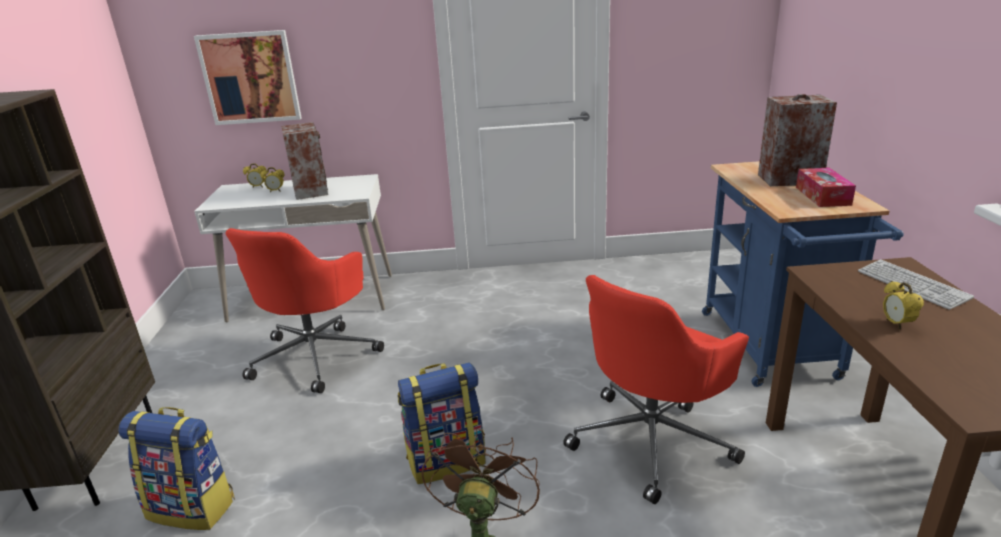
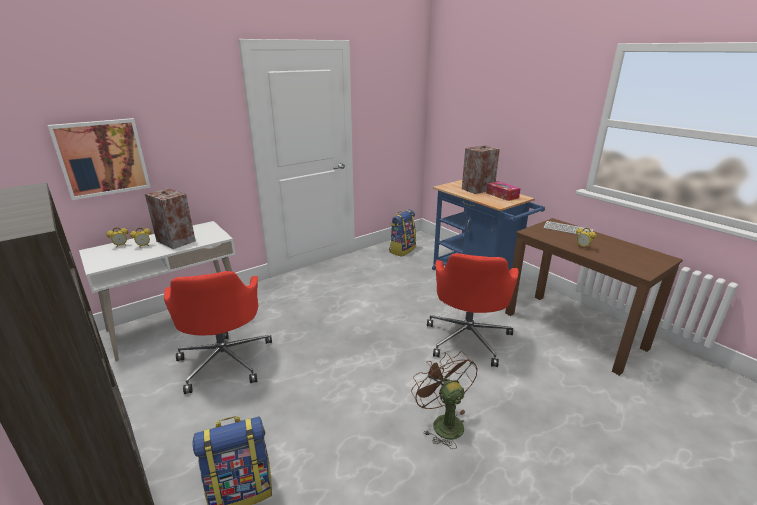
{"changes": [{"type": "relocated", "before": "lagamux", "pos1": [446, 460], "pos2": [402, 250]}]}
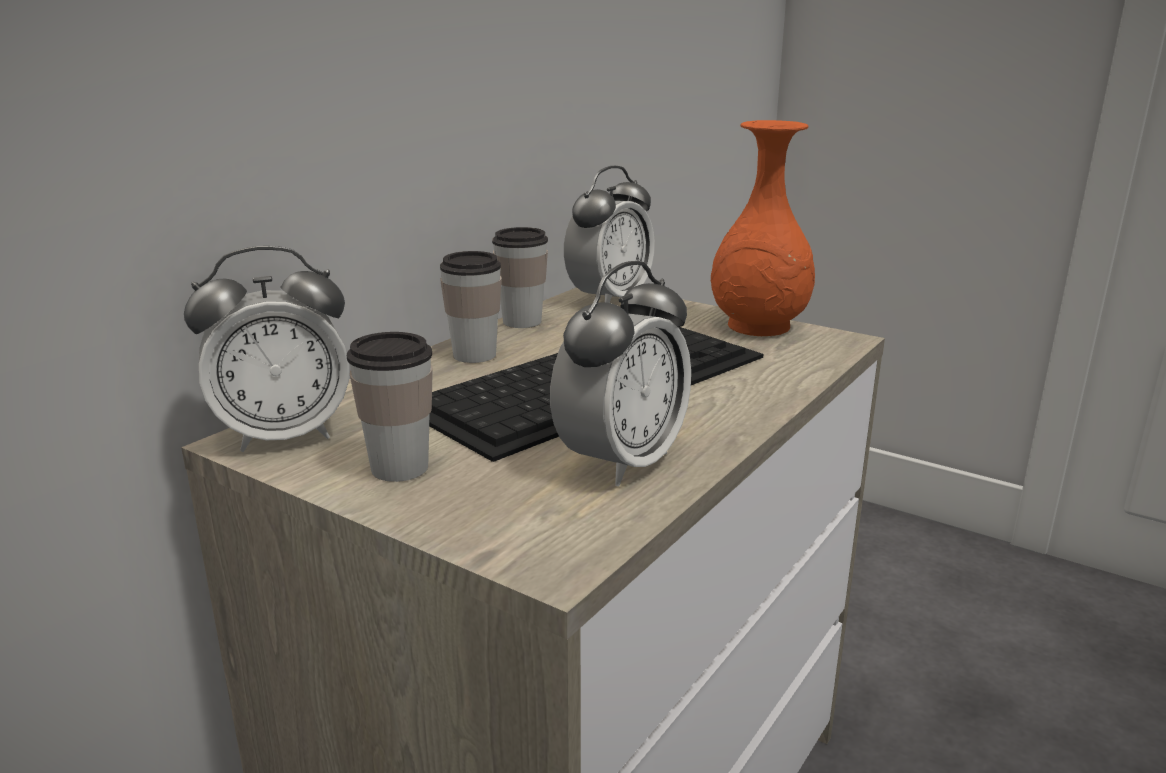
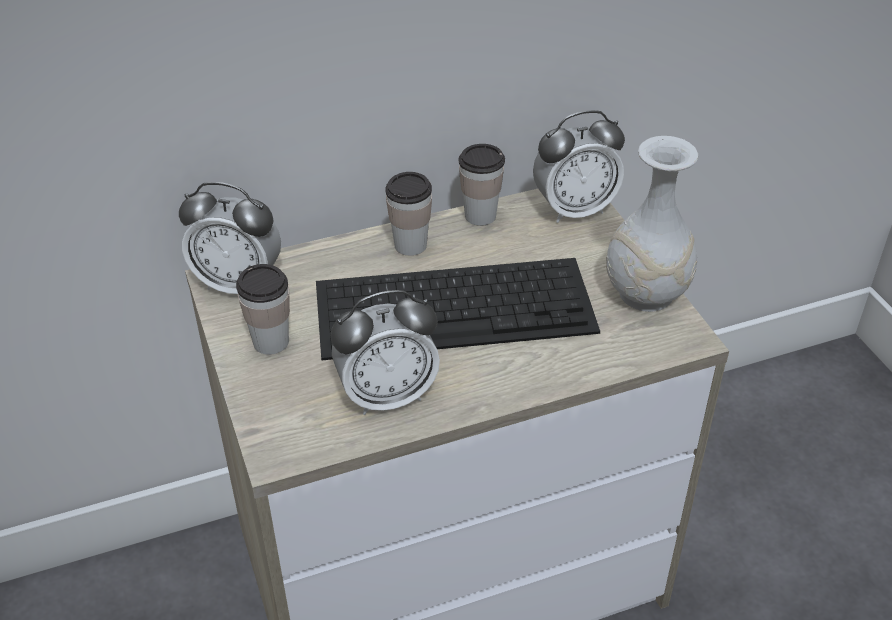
{"changes": [{"type": "colour", "before": "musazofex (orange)", "after": "musazofex (white)", "pos1": [758, 326], "pos2": [645, 294]}]}
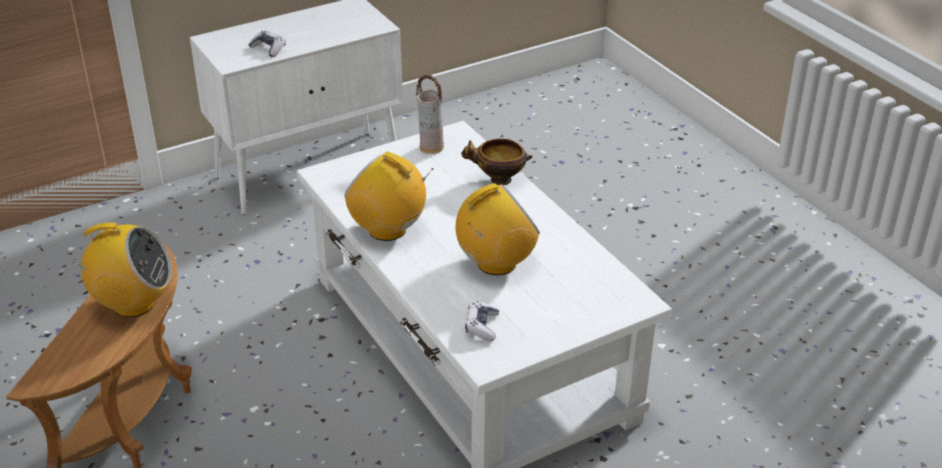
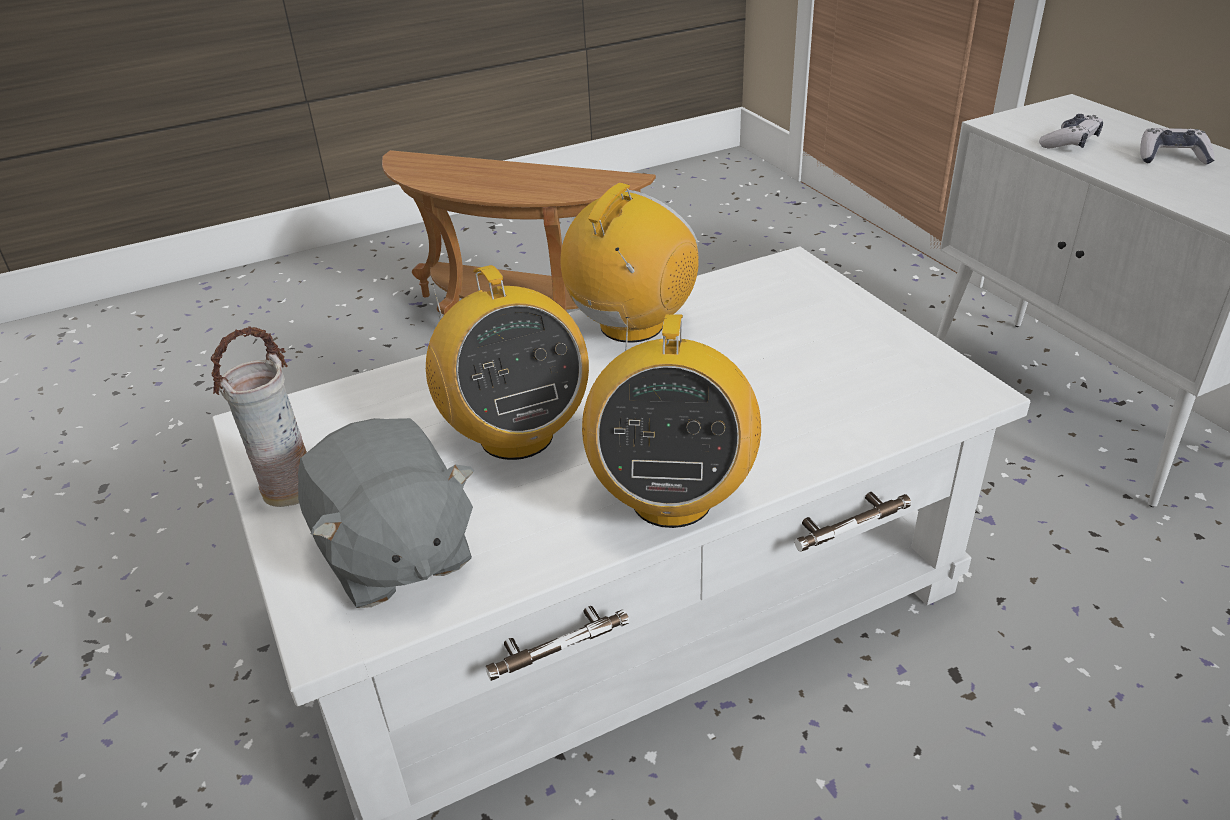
{"changes": [{"type": "relocated", "before": "musazofex", "pos1": [431, 148], "pos2": [288, 489]}, {"type": "appeared", "after": "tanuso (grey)", "pos2": [394, 554]}, {"type": "relocated", "before": "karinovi", "pos1": [133, 304], "pos2": [671, 499]}, {"type": "relocated", "before": "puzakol", "pos1": [482, 326], "pos2": [1171, 157]}, {"type": "missing", "before": "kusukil", "pos1": [498, 180]}]}
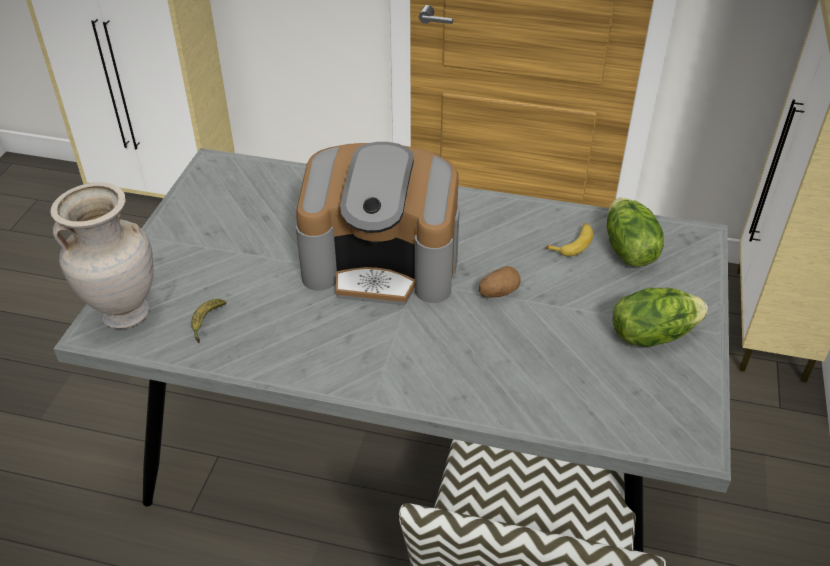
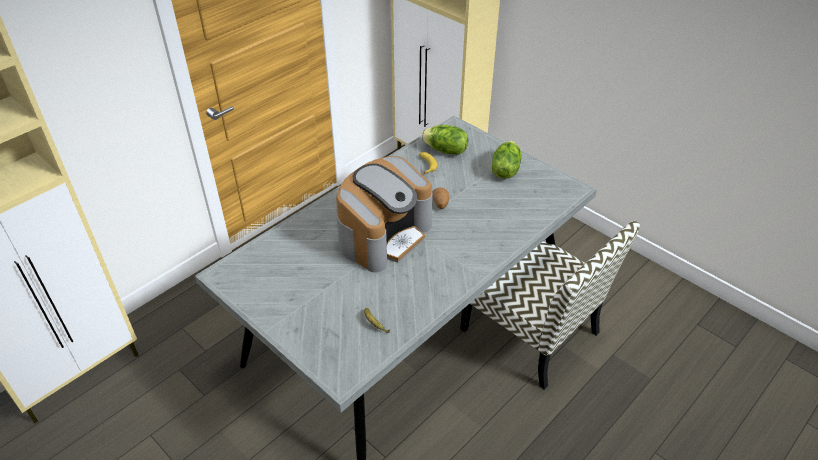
{"changes": [{"type": "missing", "before": "musazofex (beige)", "pos1": [125, 313]}]}
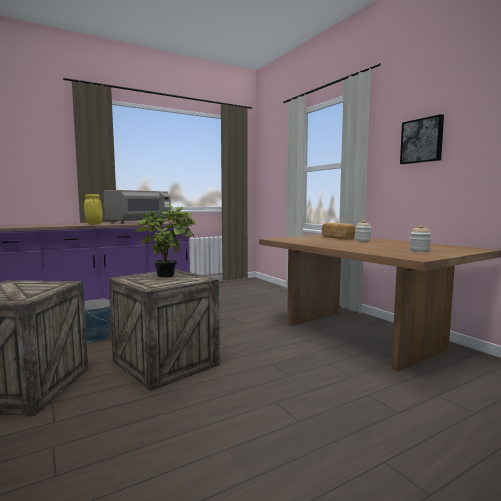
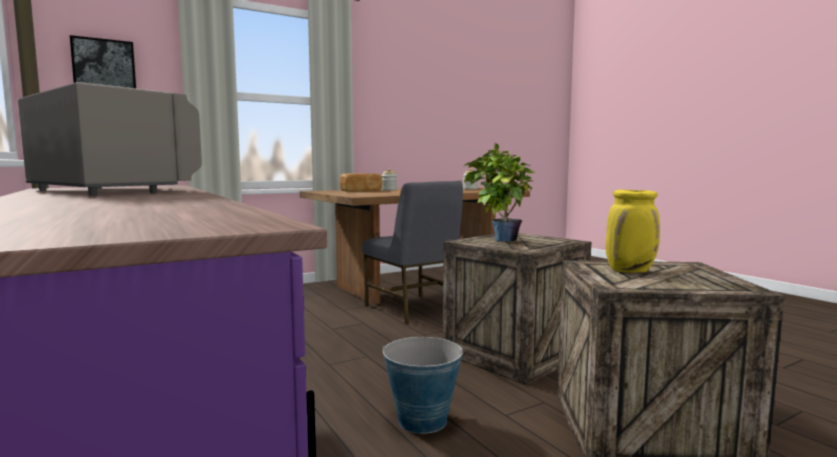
{"changes": [{"type": "relocated", "before": "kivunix", "pos1": [422, 141], "pos2": [104, 67]}, {"type": "appeared", "after": "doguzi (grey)", "pos2": [413, 309]}, {"type": "relocated", "before": "musazofex (yellow)", "pos1": [94, 224], "pos2": [630, 271]}]}
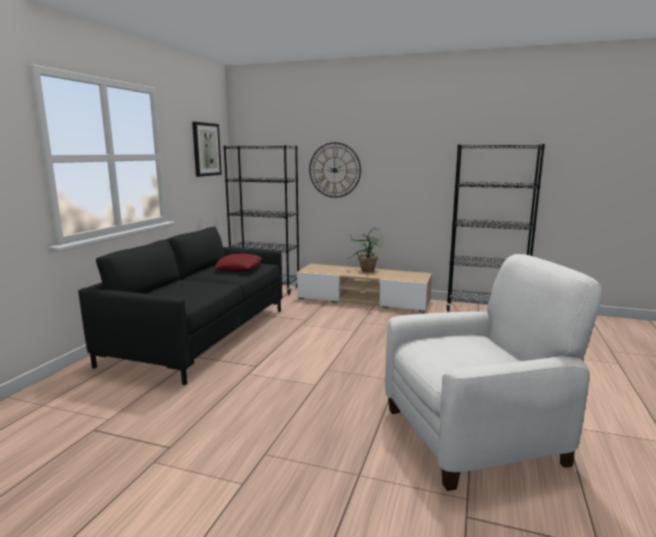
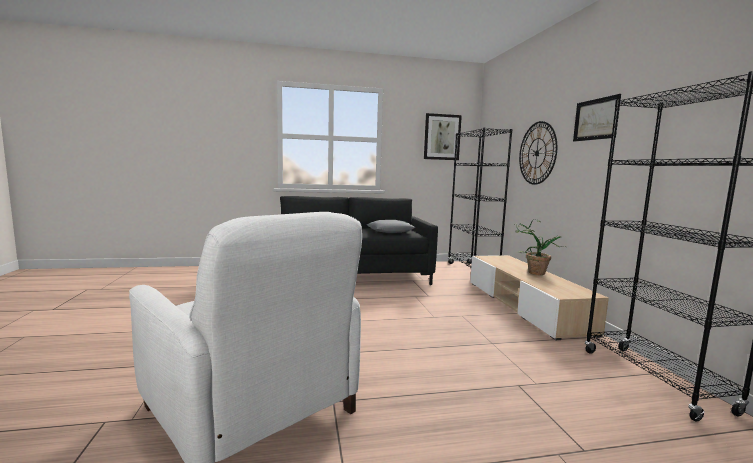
{"changes": [{"type": "colour", "before": "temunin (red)", "after": "temunin (grey)", "pos1": [239, 267], "pos2": [390, 231]}, {"type": "appeared", "after": "kivunix", "pos2": [596, 119]}]}
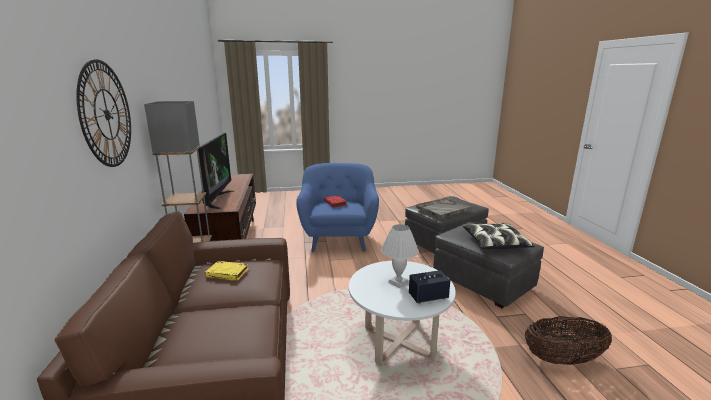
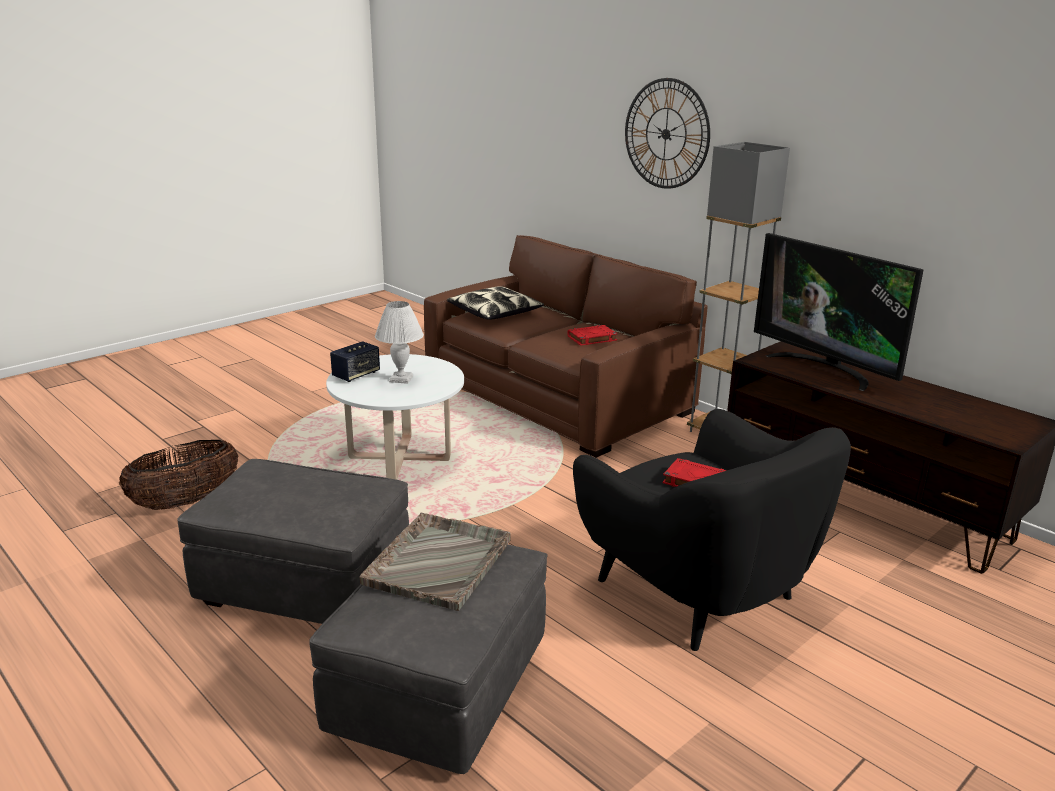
{"changes": [{"type": "relocated", "before": "temunin", "pos1": [495, 243], "pos2": [495, 313]}, {"type": "colour", "before": "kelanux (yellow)", "after": "kelanux (red)", "pos1": [228, 273], "pos2": [591, 338]}, {"type": "colour", "before": "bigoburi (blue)", "after": "bigoburi (black)", "pos1": [339, 239], "pos2": [698, 592]}]}
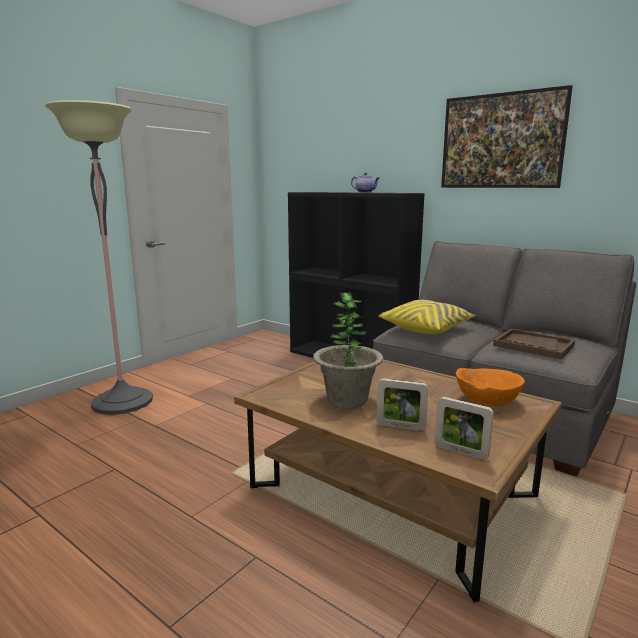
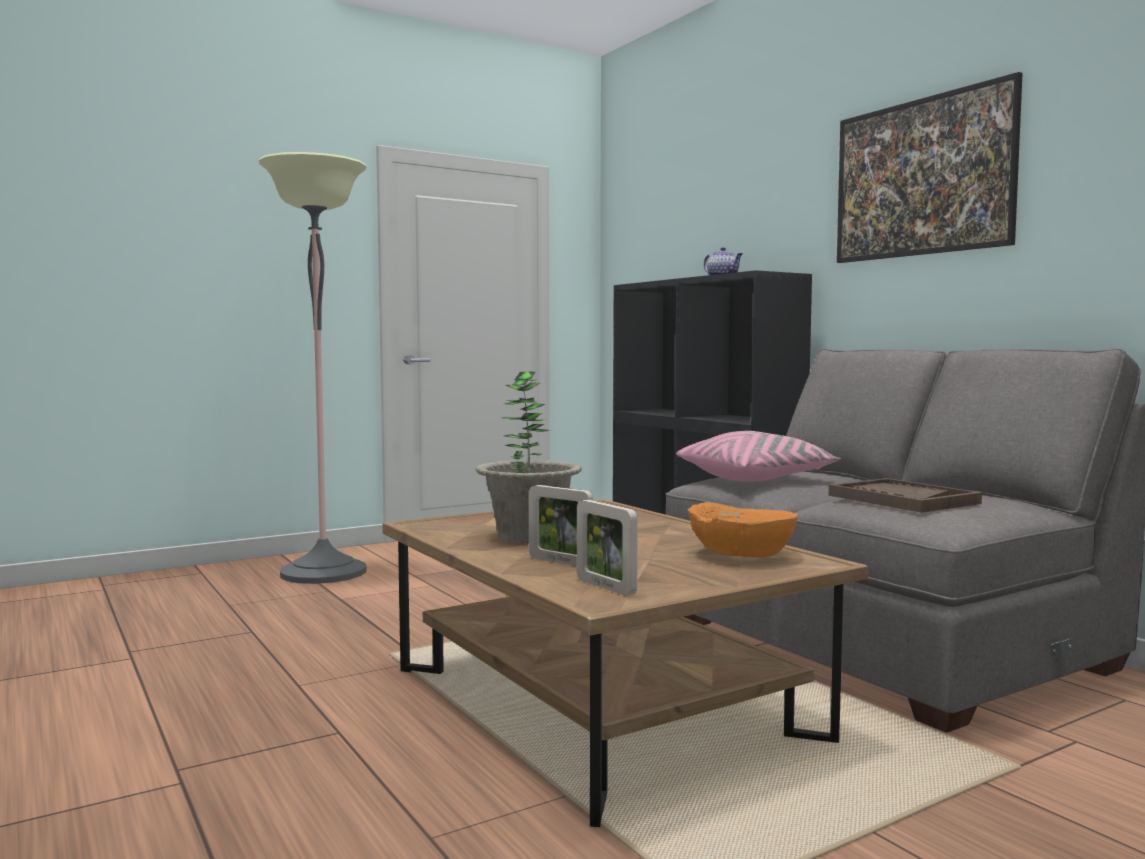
{"changes": [{"type": "colour", "before": "temunin (yellow)", "after": "temunin (pink)", "pos1": [426, 328], "pos2": [756, 478]}]}
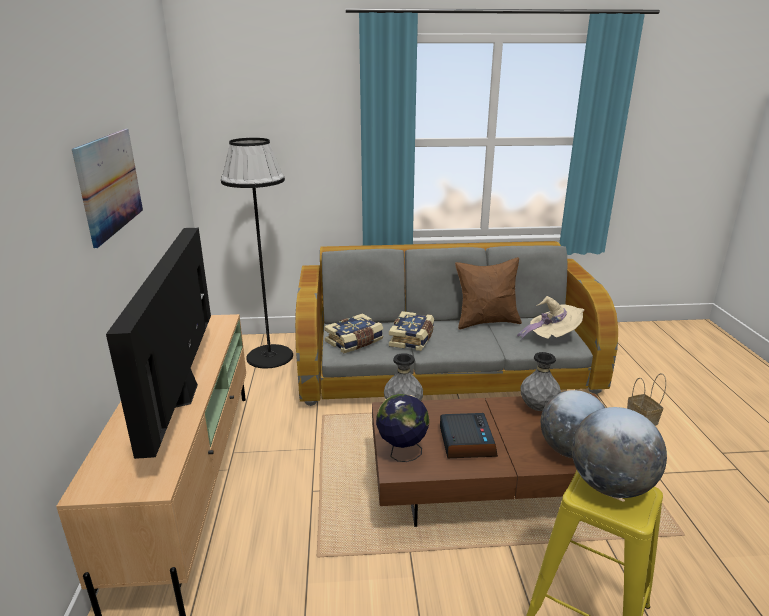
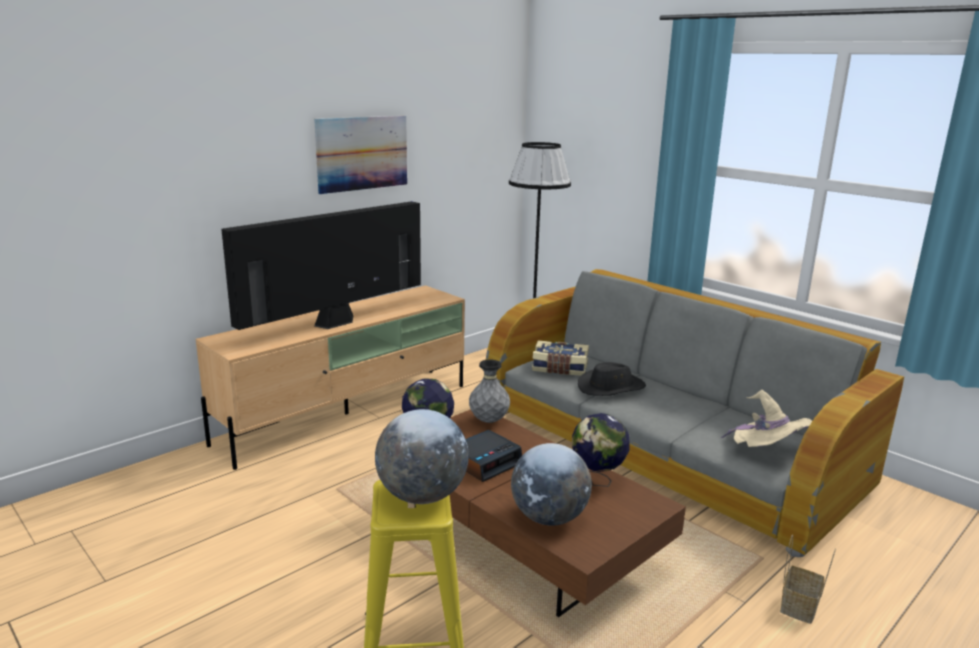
{"changes": [{"type": "exchanged", "before": "musazofex (grey)", "after": "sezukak", "pos1": [538, 408], "pos2": [597, 481]}, {"type": "exchanged", "before": "kelanux", "after": "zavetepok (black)", "pos1": [413, 339], "pos2": [611, 387]}, {"type": "missing", "before": "temunin (brown)", "pos1": [486, 322]}]}
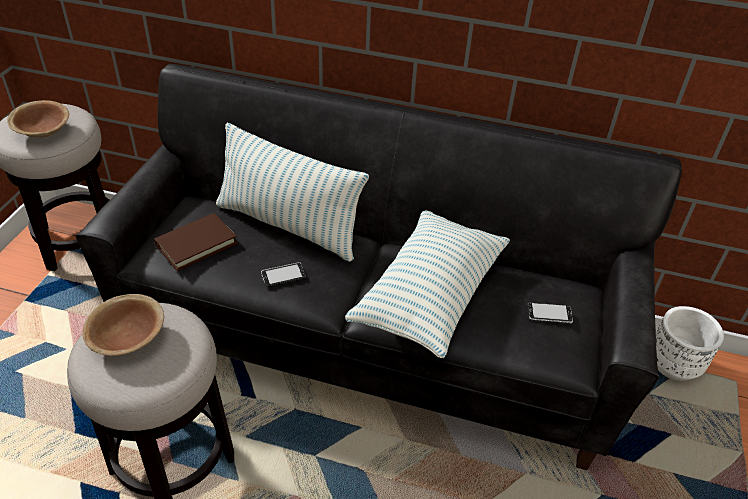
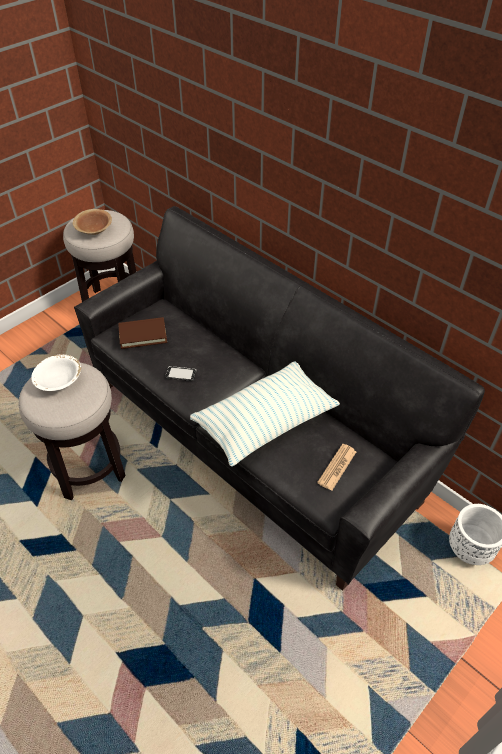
{"changes": [{"type": "colour", "before": "kusukil (brown)", "after": "kusukil (white)", "pos1": [128, 338], "pos2": [59, 382]}, {"type": "exchanged", "before": "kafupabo", "after": "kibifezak", "pos1": [549, 314], "pos2": [337, 467]}, {"type": "missing", "before": "temunin", "pos1": [288, 225]}]}
